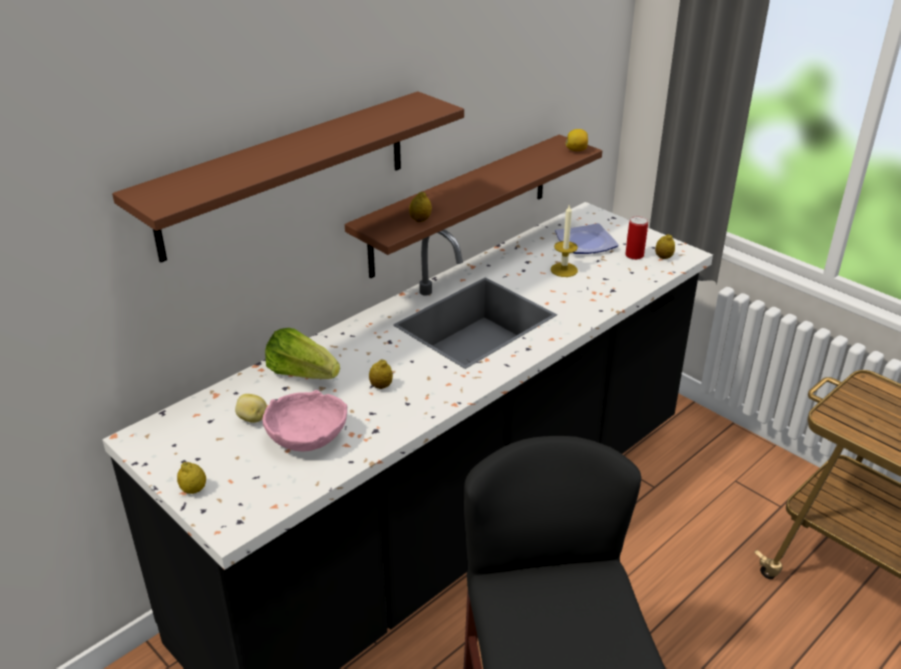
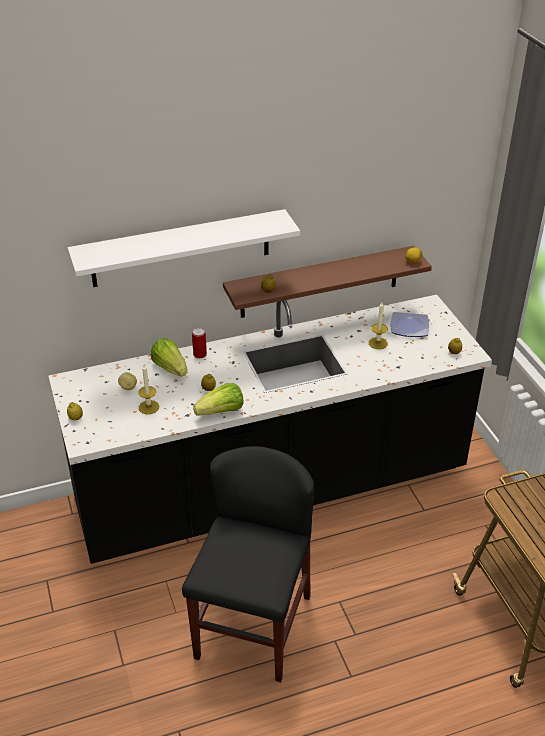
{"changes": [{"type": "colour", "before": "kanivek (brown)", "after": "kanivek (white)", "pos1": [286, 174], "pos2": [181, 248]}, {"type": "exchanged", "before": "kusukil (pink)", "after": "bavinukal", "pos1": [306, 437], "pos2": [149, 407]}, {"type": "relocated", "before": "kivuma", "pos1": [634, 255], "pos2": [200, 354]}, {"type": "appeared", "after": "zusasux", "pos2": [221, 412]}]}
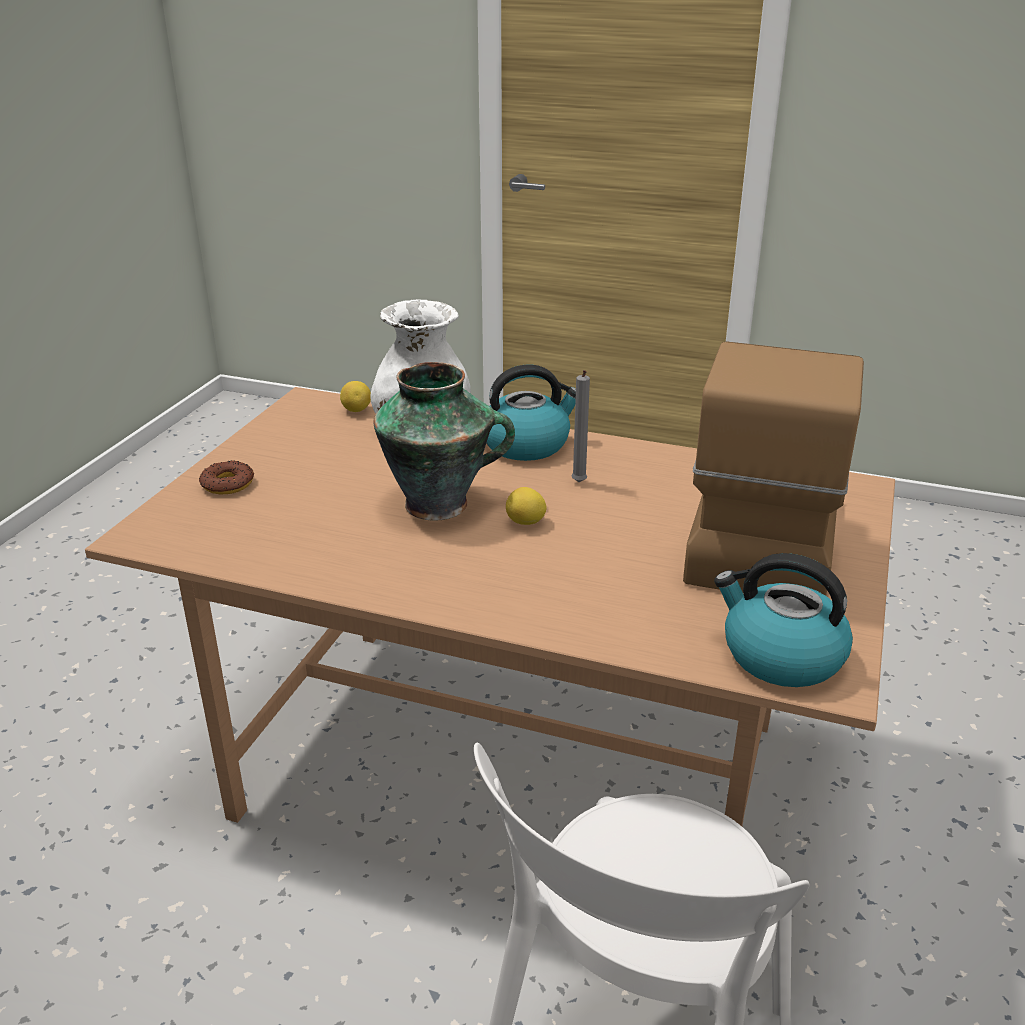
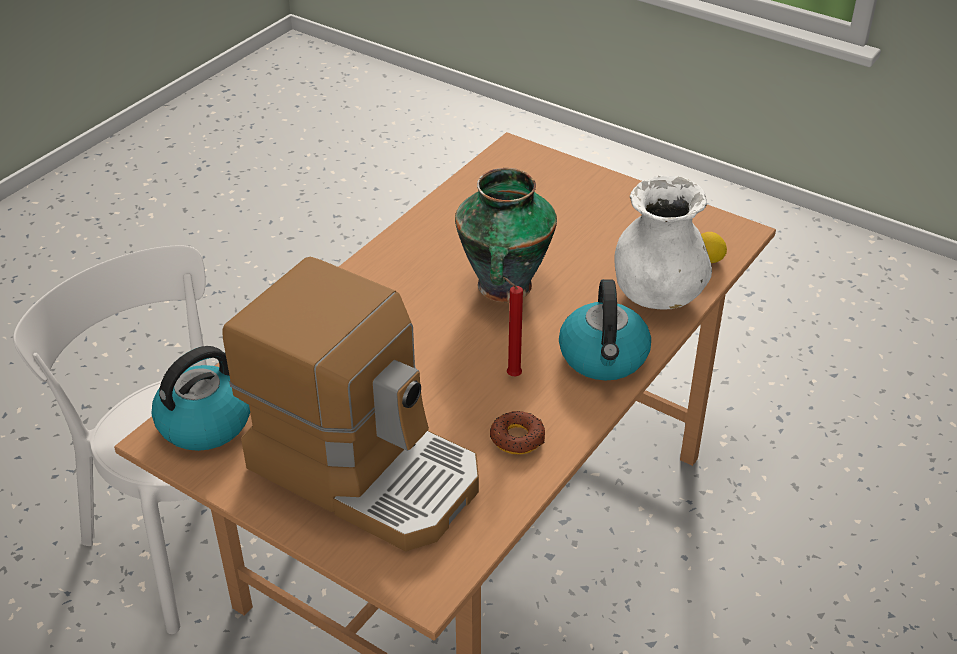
{"changes": [{"type": "relocated", "before": "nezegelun", "pos1": [227, 484], "pos2": [517, 438]}, {"type": "colour", "before": "bavinukal (grey)", "after": "bavinukal (red)", "pos1": [578, 483], "pos2": [511, 375]}, {"type": "missing", "before": "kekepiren", "pos1": [526, 522]}]}
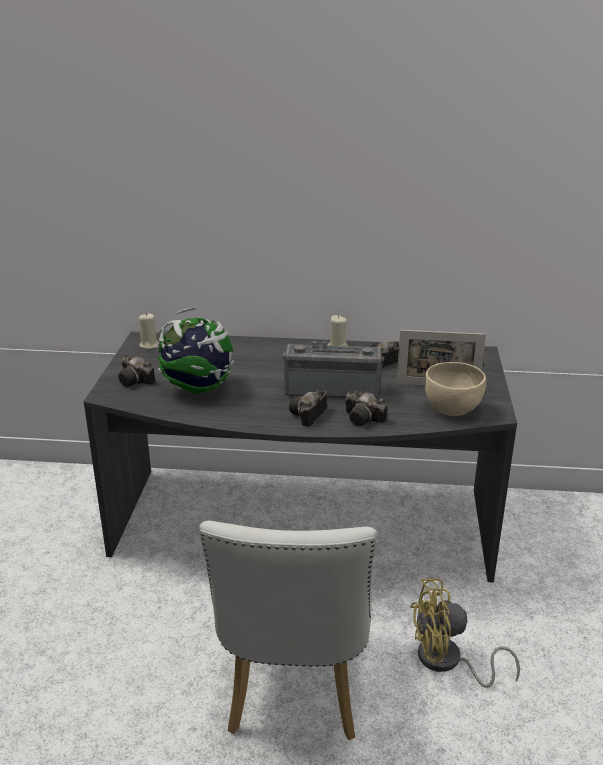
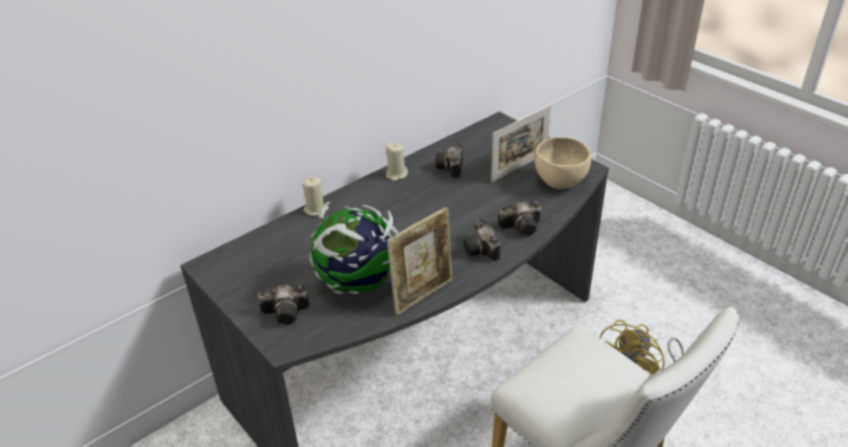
{"changes": [{"type": "relocated", "before": "bavinukal (beige)", "pos1": [149, 345], "pos2": [316, 210]}, {"type": "appeared", "after": "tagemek", "pos2": [423, 294]}, {"type": "missing", "before": "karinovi", "pos1": [333, 389]}]}
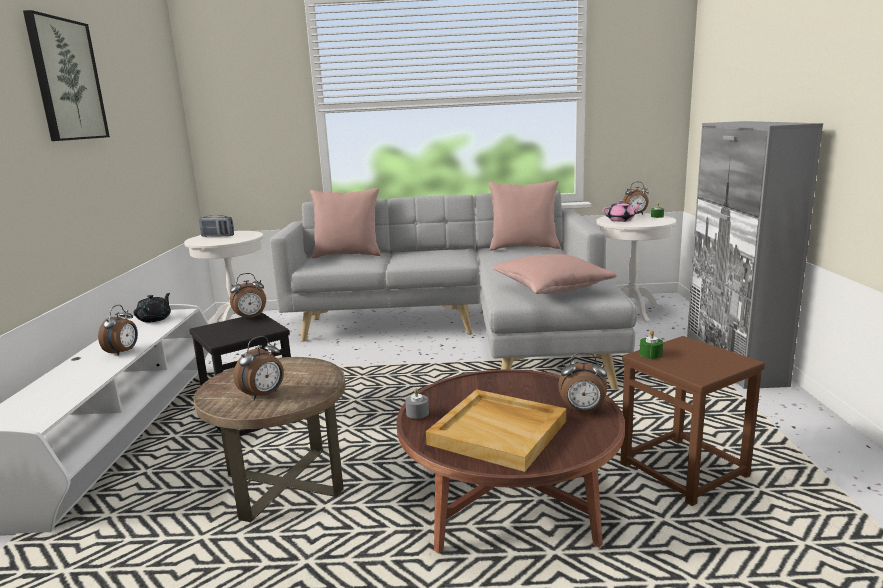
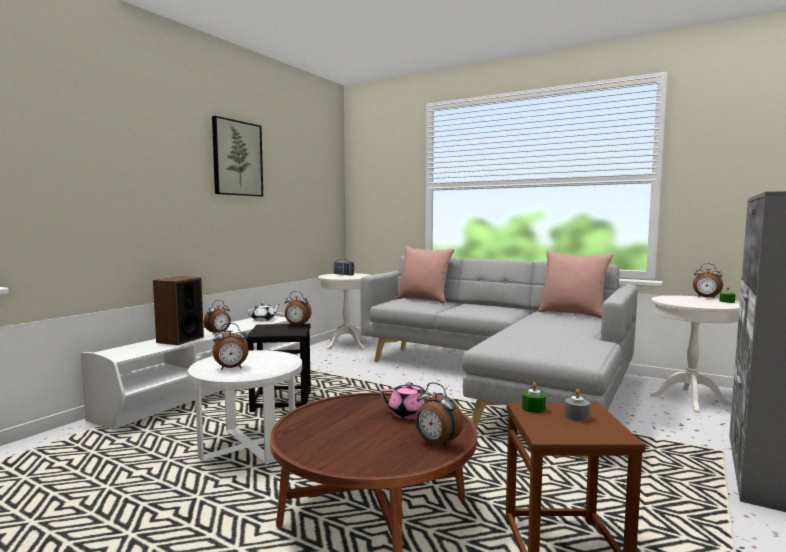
{"changes": [{"type": "appeared", "after": "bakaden", "pos2": [180, 340]}, {"type": "colour", "before": "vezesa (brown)", "after": "vezesa (white)", "pos1": [284, 484], "pos2": [249, 445]}, {"type": "colour", "before": "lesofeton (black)", "after": "lesofeton (white)", "pos1": [155, 319], "pos2": [264, 319]}, {"type": "relocated", "before": "lesofeton (pink)", "pos1": [621, 220], "pos2": [410, 414]}, {"type": "relocated", "before": "bavinukal (grey)", "pos1": [417, 413], "pos2": [576, 416]}, {"type": "missing", "before": "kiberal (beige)", "pos1": [499, 432]}, {"type": "missing", "before": "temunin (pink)", "pos1": [551, 288]}]}
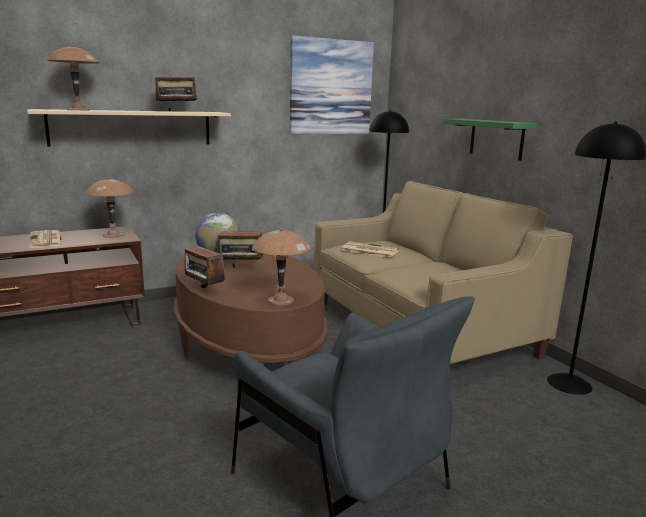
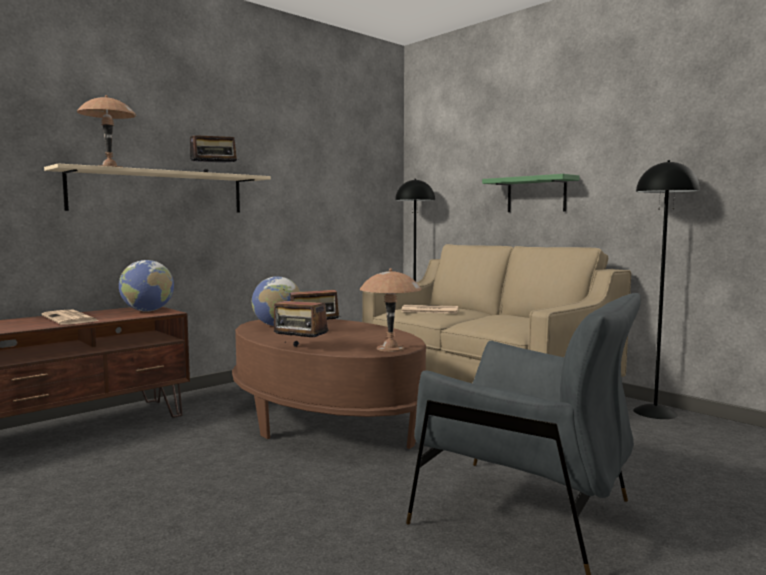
{"changes": [{"type": "exchanged", "before": "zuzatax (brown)", "after": "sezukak", "pos1": [113, 235], "pos2": [147, 311]}, {"type": "missing", "before": "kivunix", "pos1": [331, 87]}]}
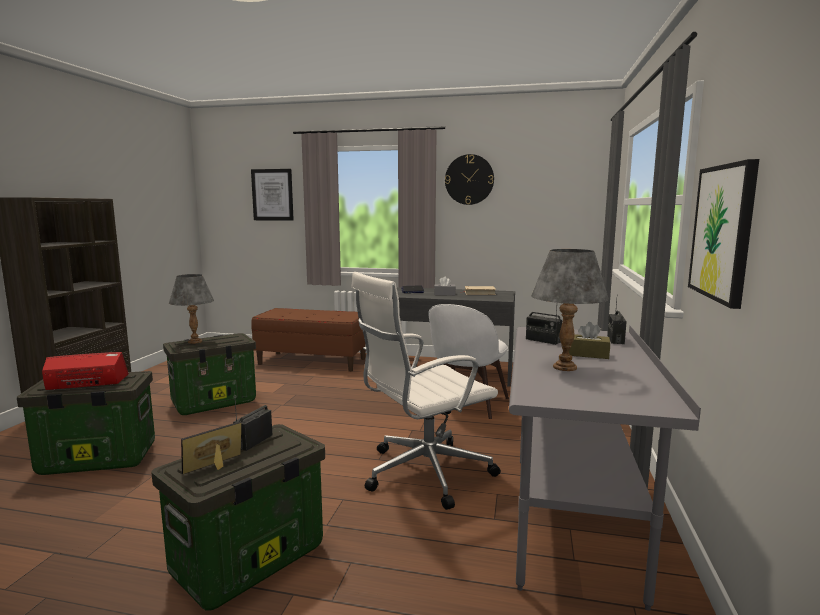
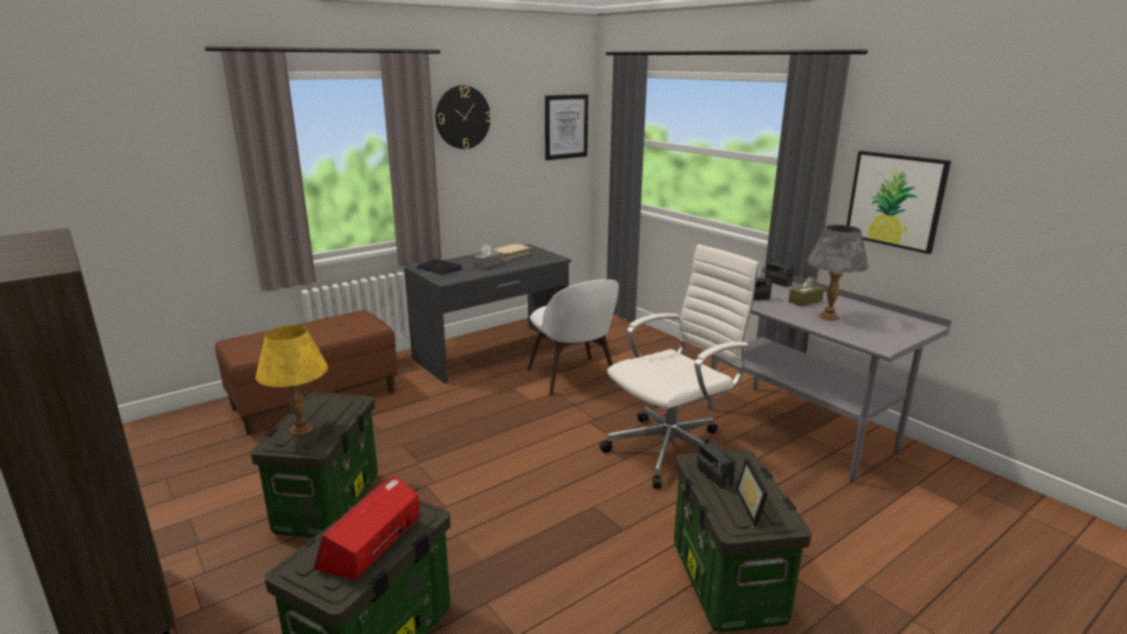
{"changes": [{"type": "colour", "before": "zuzatax (grey)", "after": "zuzatax (yellow)", "pos1": [195, 341], "pos2": [301, 430]}, {"type": "relocated", "before": "kivunix", "pos1": [272, 195], "pos2": [566, 126]}, {"type": "spun", "before": "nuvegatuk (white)", "pos1": [423, 473], "pos2": [673, 450], "turn": -135}]}
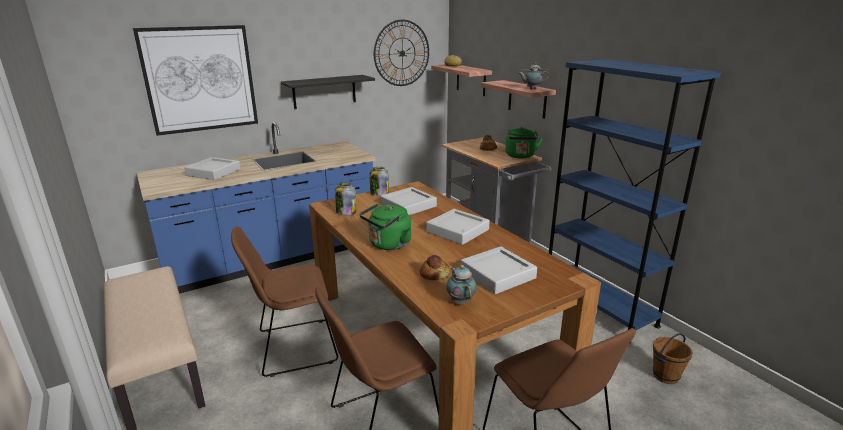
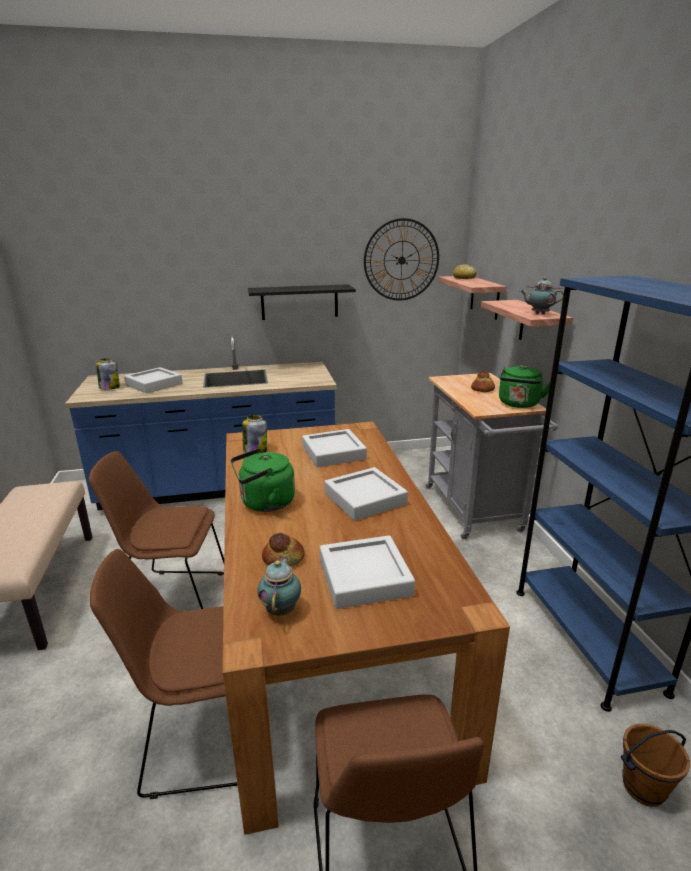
{"changes": [{"type": "relocated", "before": "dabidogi", "pos1": [379, 193], "pos2": [109, 387]}, {"type": "missing", "before": "kivunix", "pos1": [200, 79]}]}
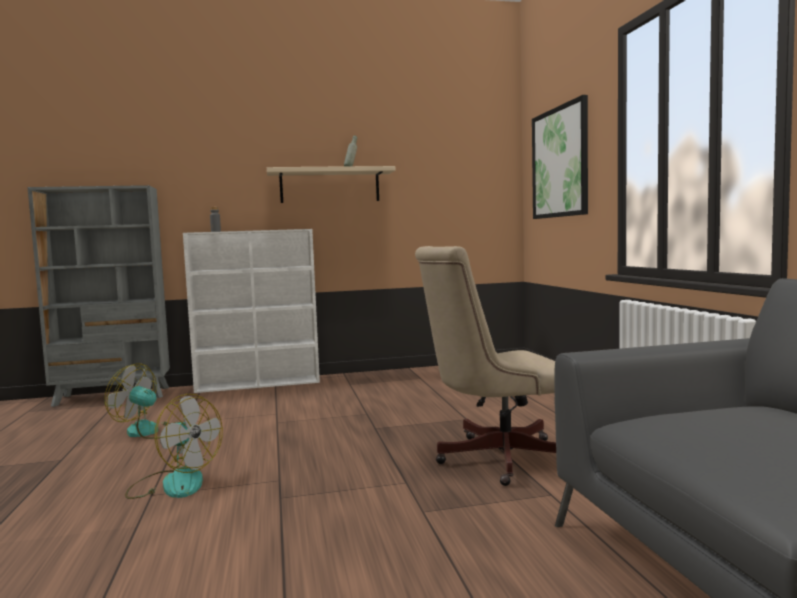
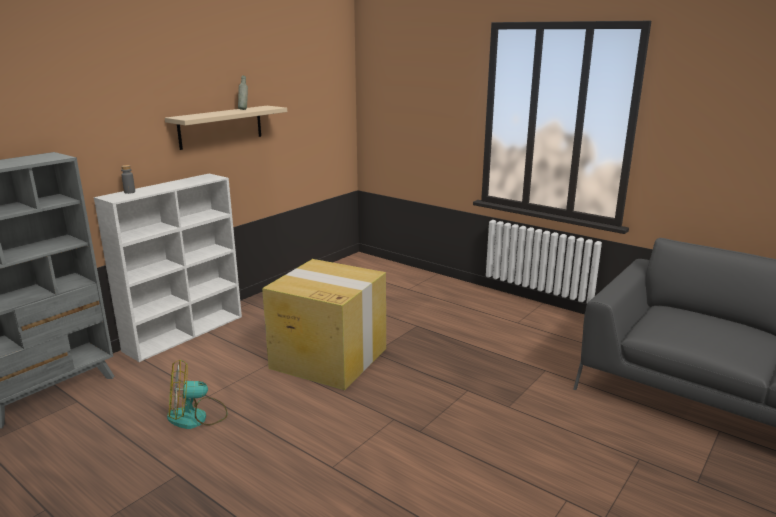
{"changes": [{"type": "appeared", "after": "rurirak", "pos2": [328, 358]}, {"type": "missing", "before": "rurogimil", "pos1": [174, 483]}, {"type": "missing", "before": "nuvegatuk (beige)", "pos1": [495, 458]}, {"type": "missing", "before": "kivunix", "pos1": [560, 162]}]}
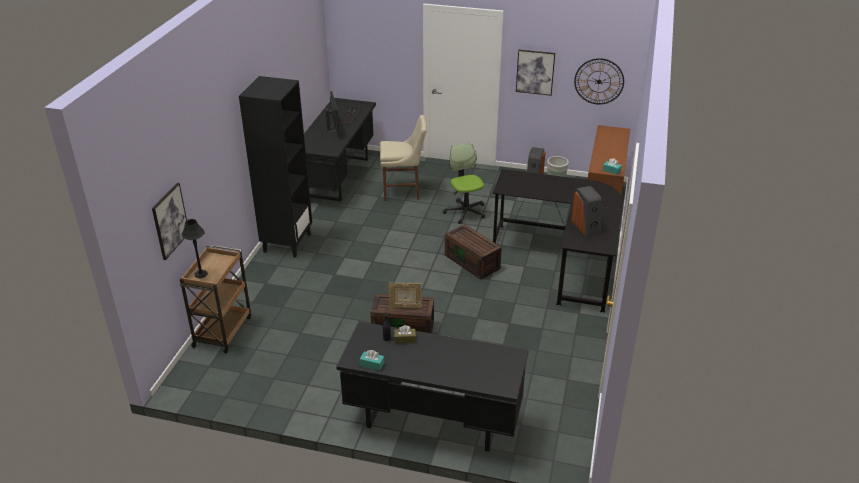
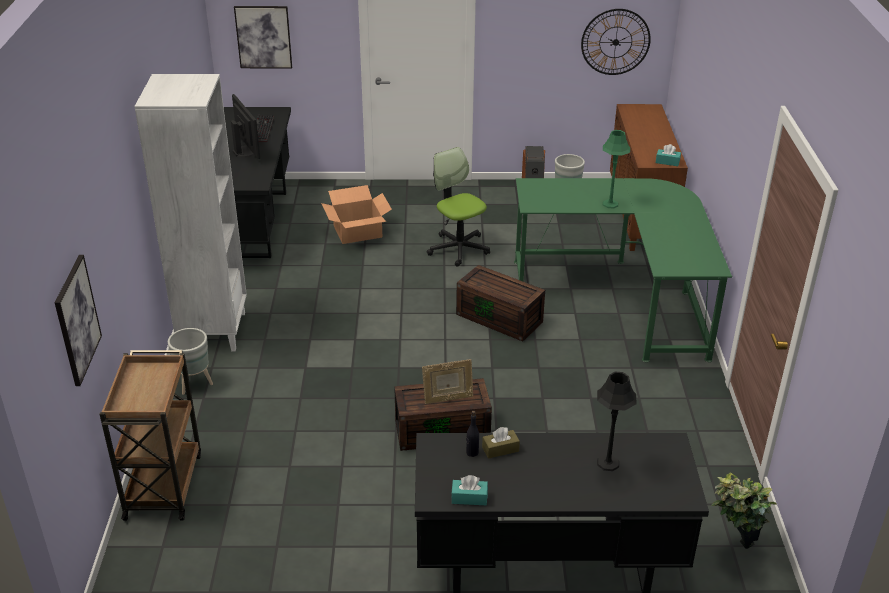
{"changes": [{"type": "colour", "before": "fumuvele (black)", "after": "fumuvele (white)", "pos1": [287, 243], "pos2": [213, 331]}, {"type": "appeared", "after": "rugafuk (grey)", "pos2": [194, 384]}, {"type": "relocated", "before": "kivunix", "pos1": [535, 72], "pos2": [263, 37]}, {"type": "exchanged", "before": "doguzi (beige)", "after": "rurirak", "pos1": [403, 191], "pos2": [358, 232]}, {"type": "colour", "before": "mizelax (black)", "after": "mizelax (green)", "pos1": [563, 260], "pos2": [622, 296]}, {"type": "relocated", "before": "zuzatax (black)", "pos1": [201, 274], "pos2": [608, 463]}, {"type": "appeared", "after": "zuzatax (green)", "pos2": [610, 204]}, {"type": "appeared", "after": "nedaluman", "pos2": [733, 549]}, {"type": "missing", "before": "bakaden", "pos1": [586, 227]}]}
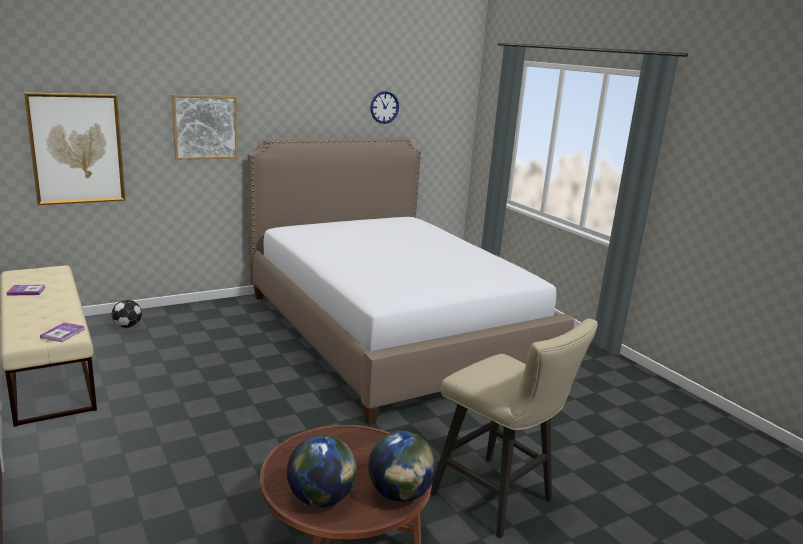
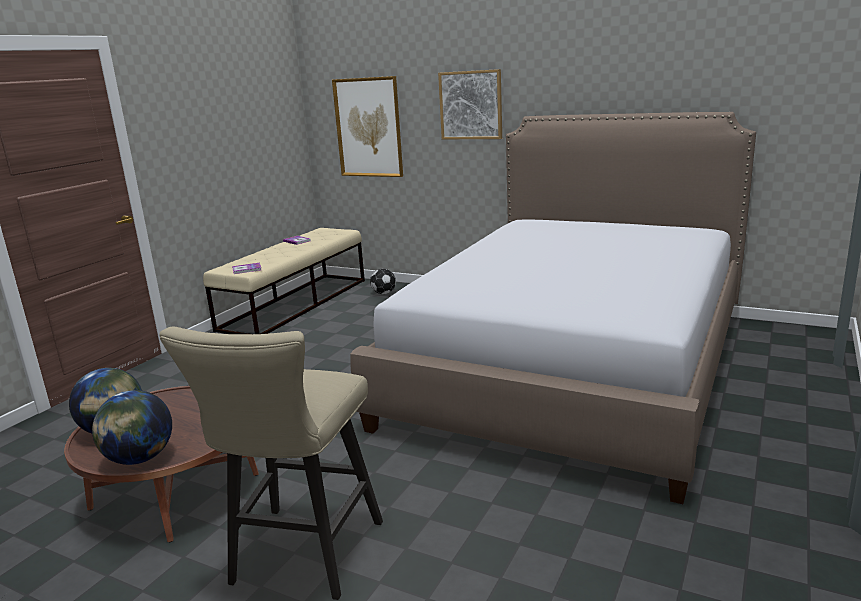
{"changes": [{"type": "missing", "before": "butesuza", "pos1": [384, 107]}]}
